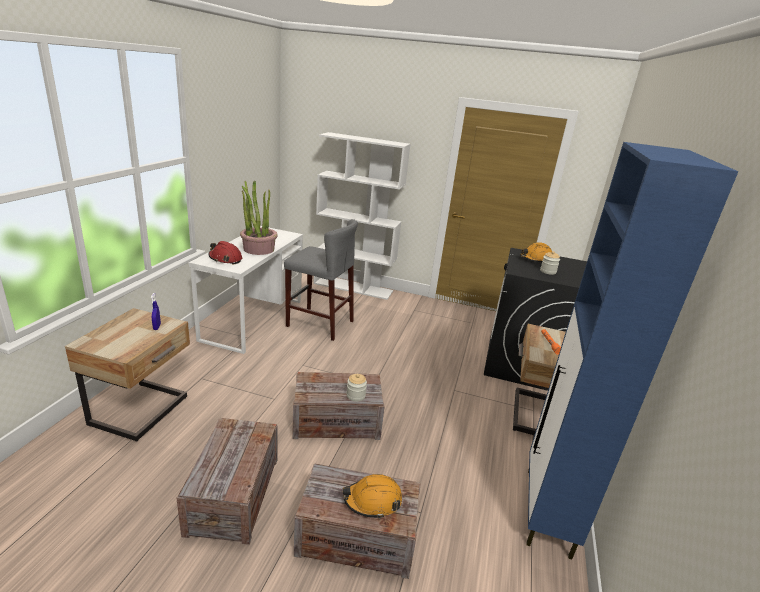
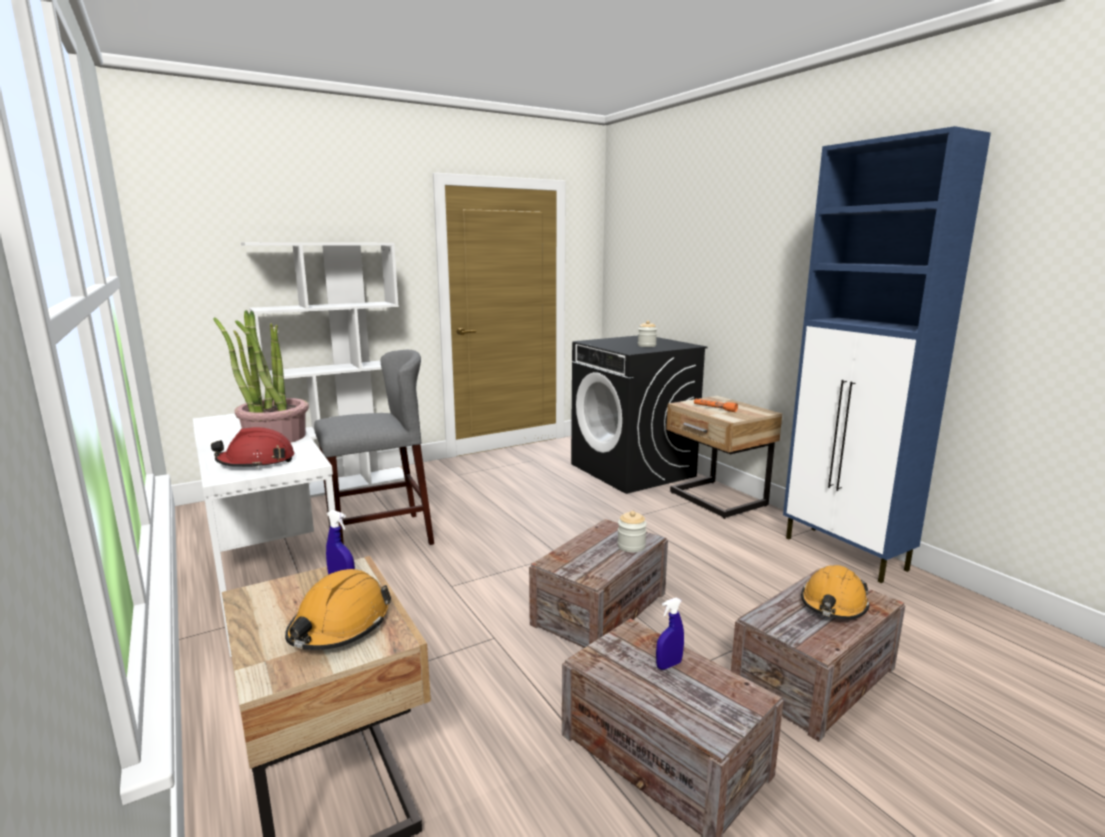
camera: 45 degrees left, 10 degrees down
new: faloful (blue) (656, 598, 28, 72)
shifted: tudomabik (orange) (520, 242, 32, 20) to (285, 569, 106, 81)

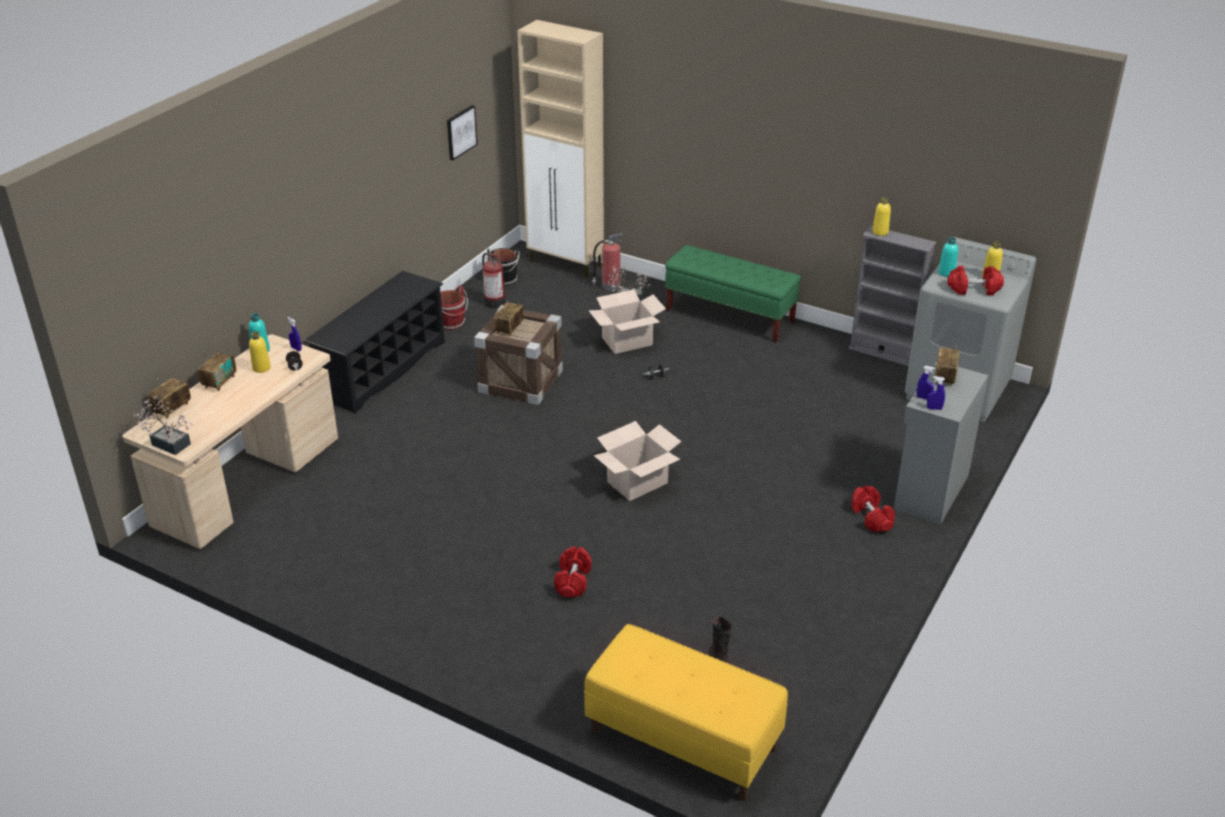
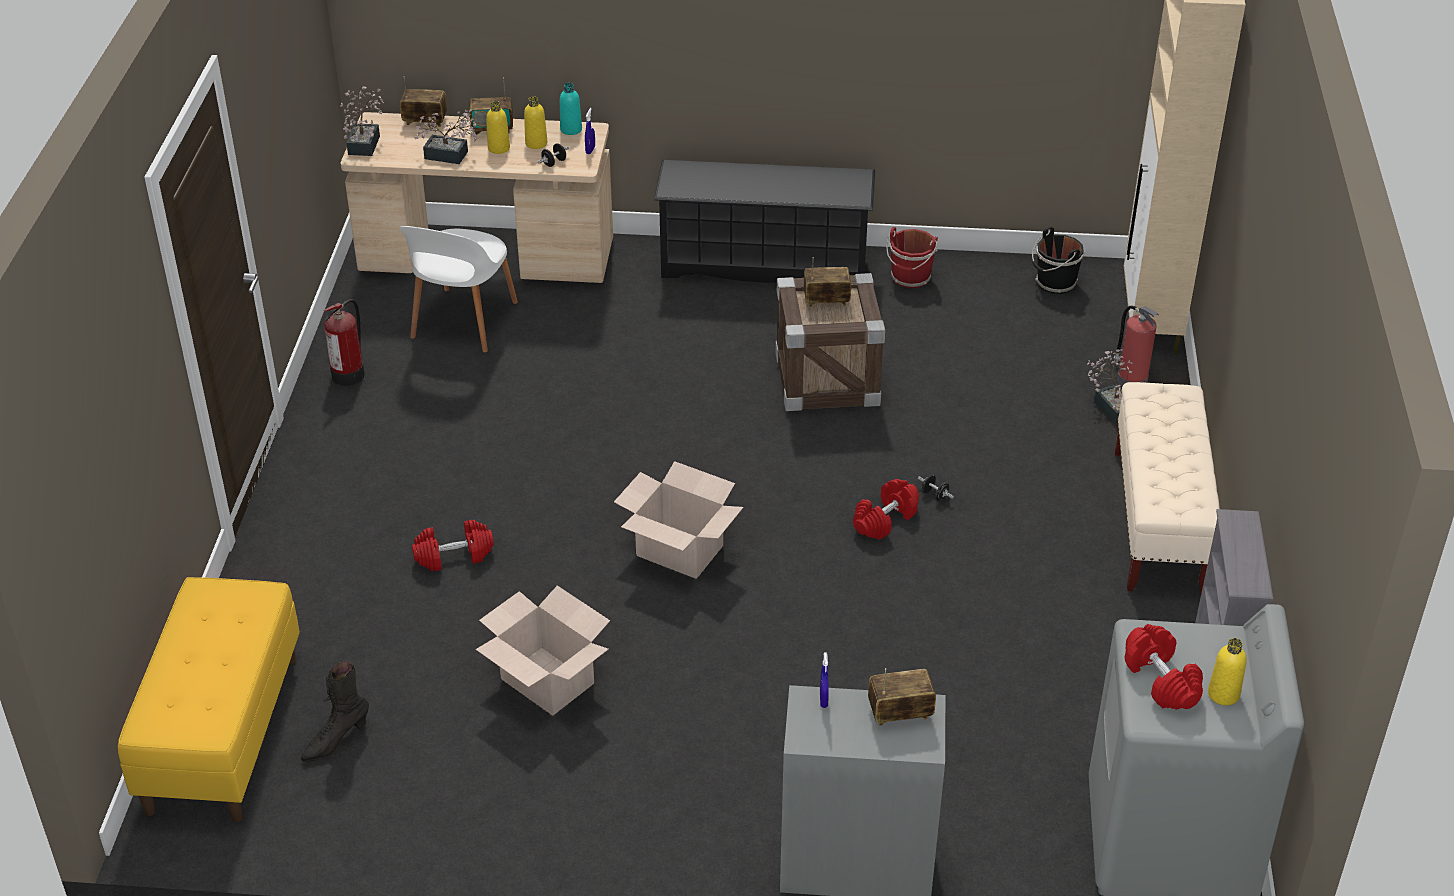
camera: 65 degrees right, 5 degrees up
gone: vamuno (447, 105, 30, 55); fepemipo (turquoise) (938, 237, 20, 40); faloful (blue) (927, 376, 18, 34)
new: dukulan (414, 109, 63, 55); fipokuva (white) (400, 226, 118, 127)
shifted: fepemipo (yellow) (872, 197, 19, 39) to (486, 101, 24, 53); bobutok (482, 253, 23, 56) to (323, 299, 42, 87); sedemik (588, 289, 78, 65) to (476, 585, 134, 131); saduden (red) (851, 486, 44, 46) to (853, 479, 66, 61)
repainted: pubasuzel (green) (665, 245, 136, 98) to pubasuzel (beige) (1115, 382, 105, 211)

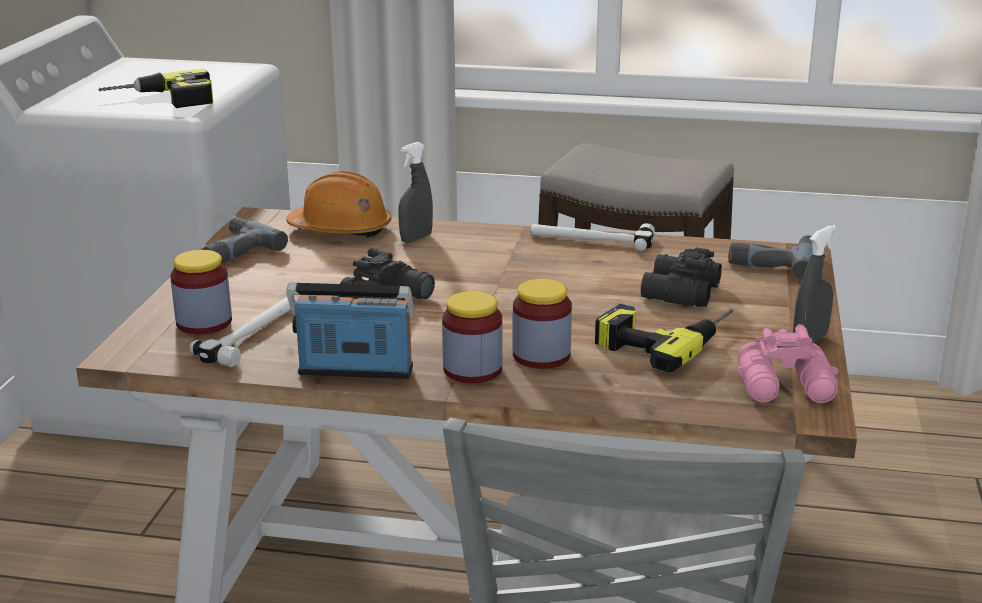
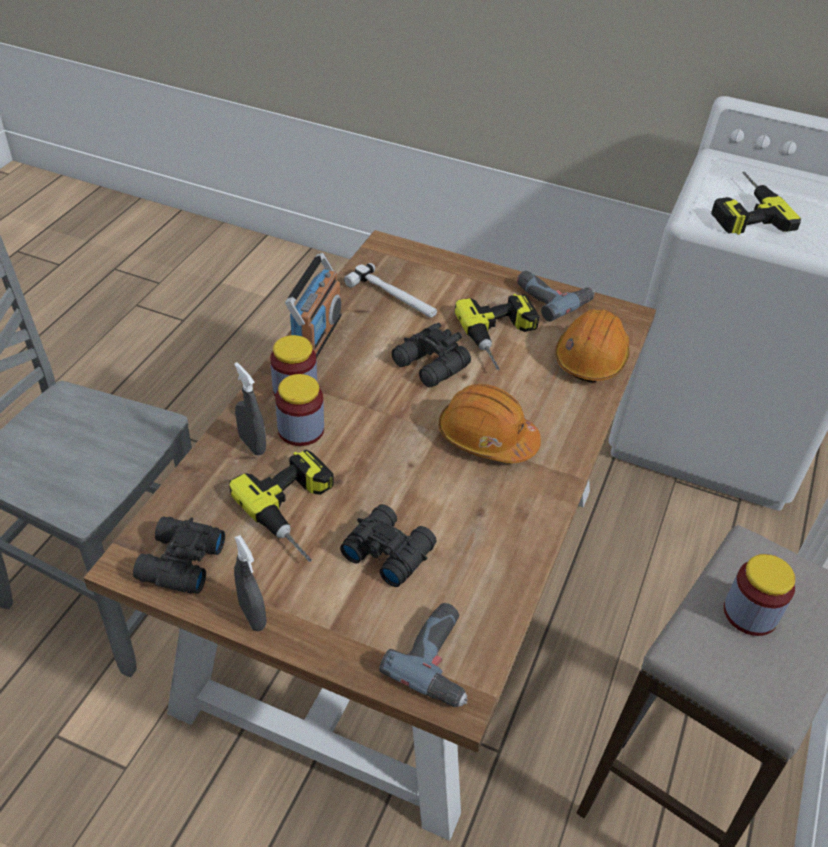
camera: 100 degrees right, 20 degrees up
gone: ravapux (530, 223, 125, 28)
new: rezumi (455, 294, 85, 76); tudomabik (orange) (438, 384, 103, 79)
shifted: faloful (grey) (398, 142, 35, 101) to (234, 362, 32, 94); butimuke (170, 250, 62, 84) to (724, 554, 71, 82)
repainted: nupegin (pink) (738, 324, 100, 79) to nupegin (black) (133, 517, 92, 77)

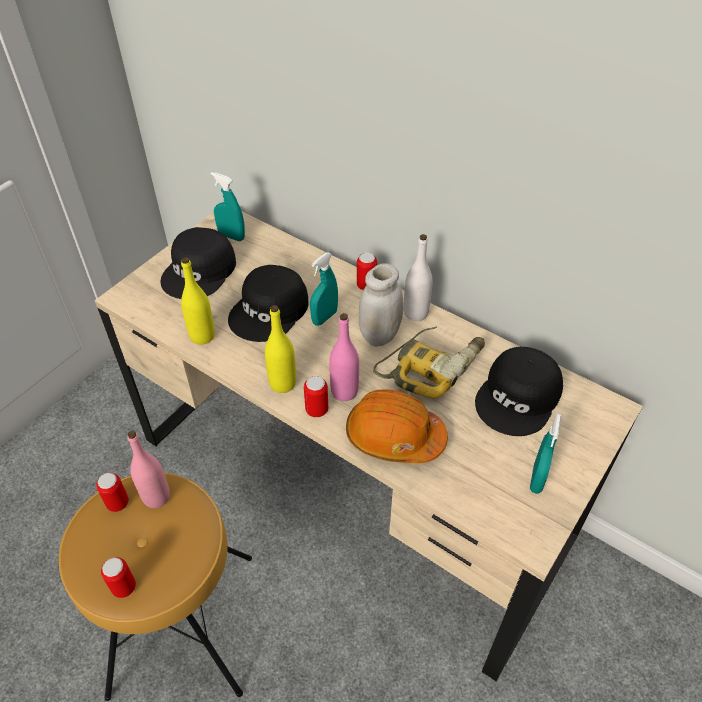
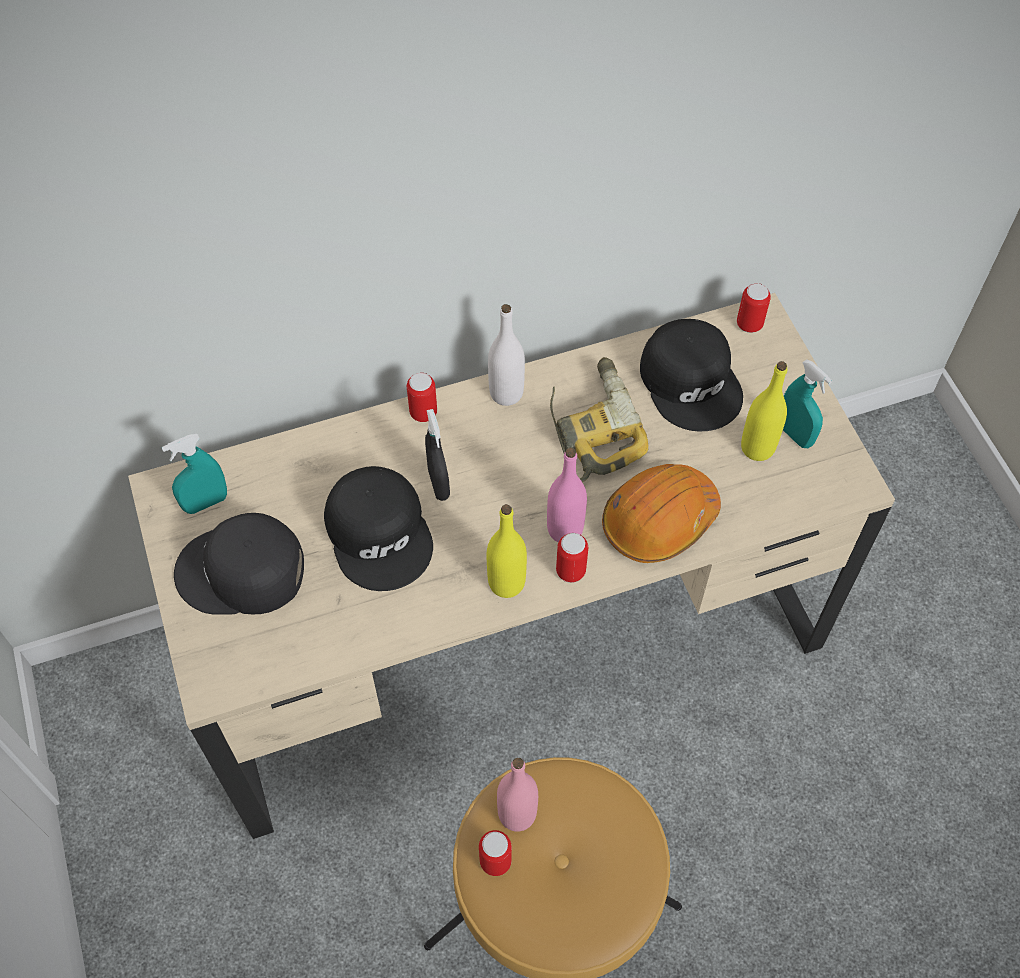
camera: 55 degrees left, 10 degrees up
gone: butimuke (white) (359, 263, 45, 84)
shifted: fepemipo (yellow) (181, 257, 34, 88) to (741, 361, 46, 100); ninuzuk (101, 557, 35, 41) to (737, 283, 34, 50)
repainted: faloful (turquoise) (310, 252, 28, 74) to faloful (black) (425, 409, 25, 92)
rotated: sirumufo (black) (161, 227, 75, 72) = (174, 513, 130, 102) 120 degrees clockwise

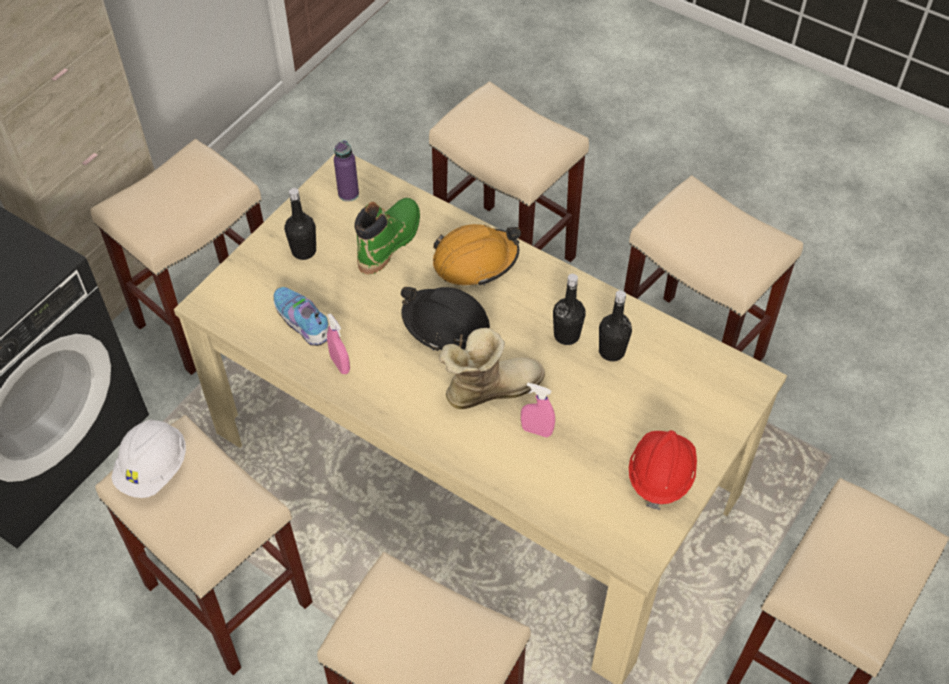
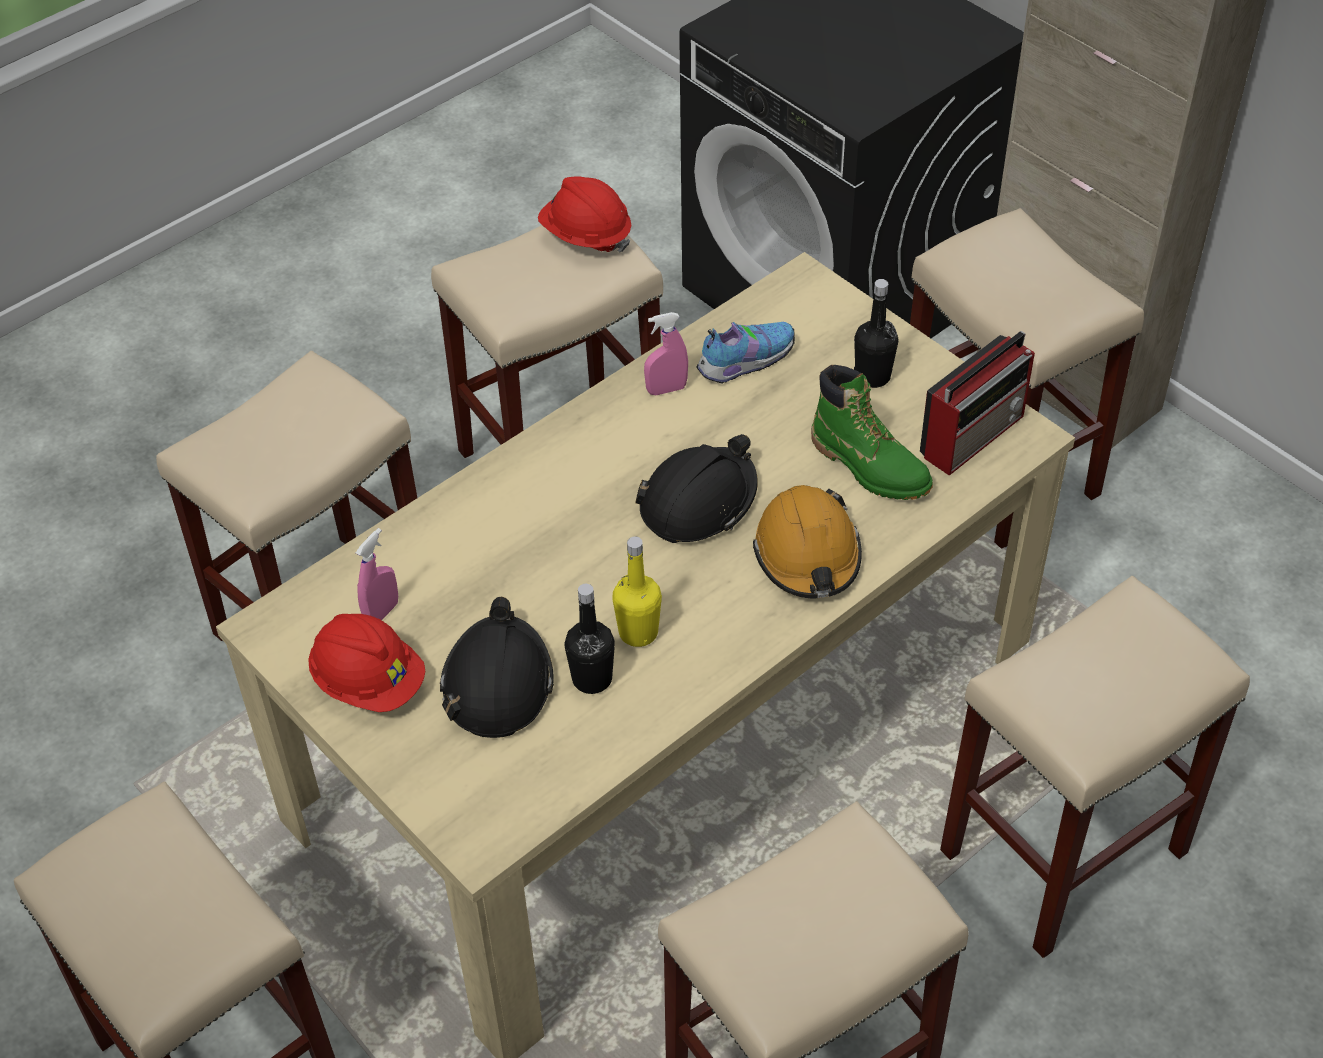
camera: 105 degrees right, 5 degrees down
gone: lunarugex (439, 328, 106, 81)
new: tudomabik (black) (440, 597, 114, 141)
shifted: faloful (pink) (521, 383, 34, 55) to (356, 528, 42, 92)
swapped: fepemipo (purple) (334, 140, 25, 62) to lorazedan (920, 331, 115, 145)
repainted: fepemipo (black) (553, 274, 33, 71) to fepemipo (yellow) (612, 536, 50, 111); tudomabik (white) (111, 419, 75, 79) to tudomabik (red) (538, 177, 93, 76)

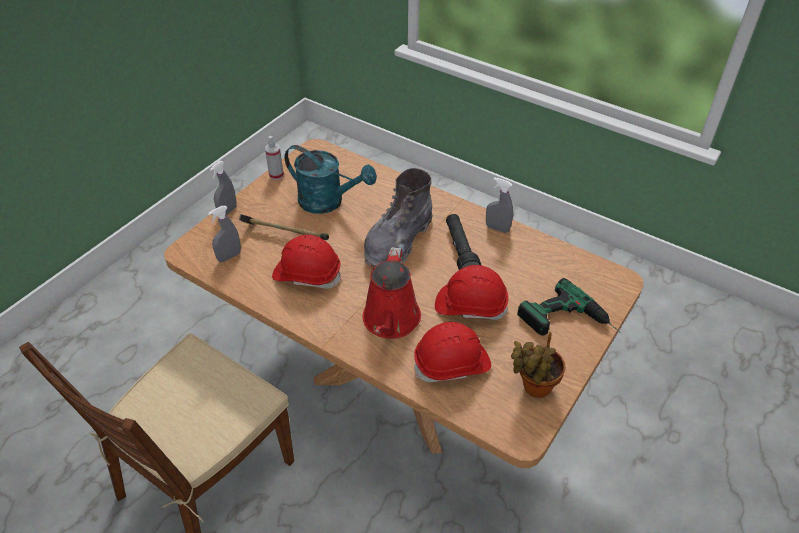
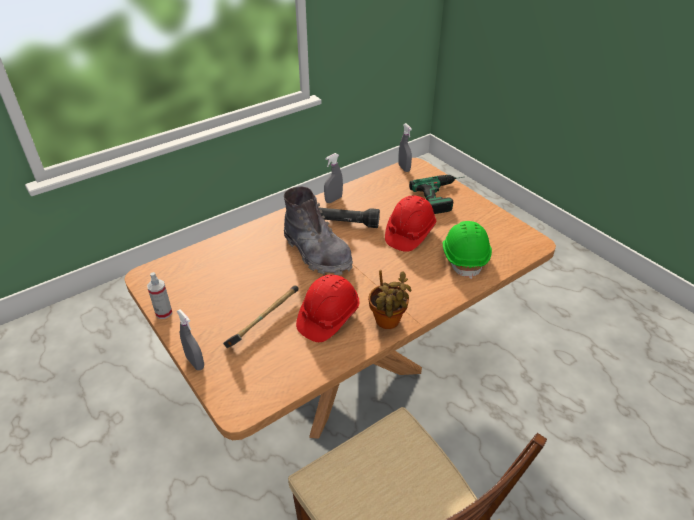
camera: 70 degrees left, 5 degrees down
gone: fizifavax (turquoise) (284, 145, 93, 69); fizifavax (red) (363, 247, 58, 92)
shifted: faloful (grey) (208, 206, 33, 56) to (398, 123, 14, 49); dukulan (511, 332, 54, 66) to (368, 270, 43, 59)
repainted: tudomabik (red) (414, 322, 77, 60) to tudomabik (green) (443, 221, 49, 58)

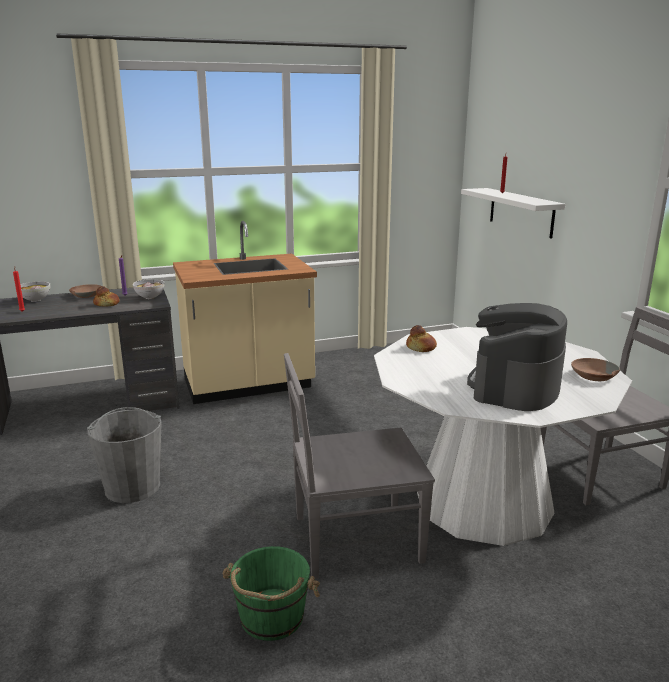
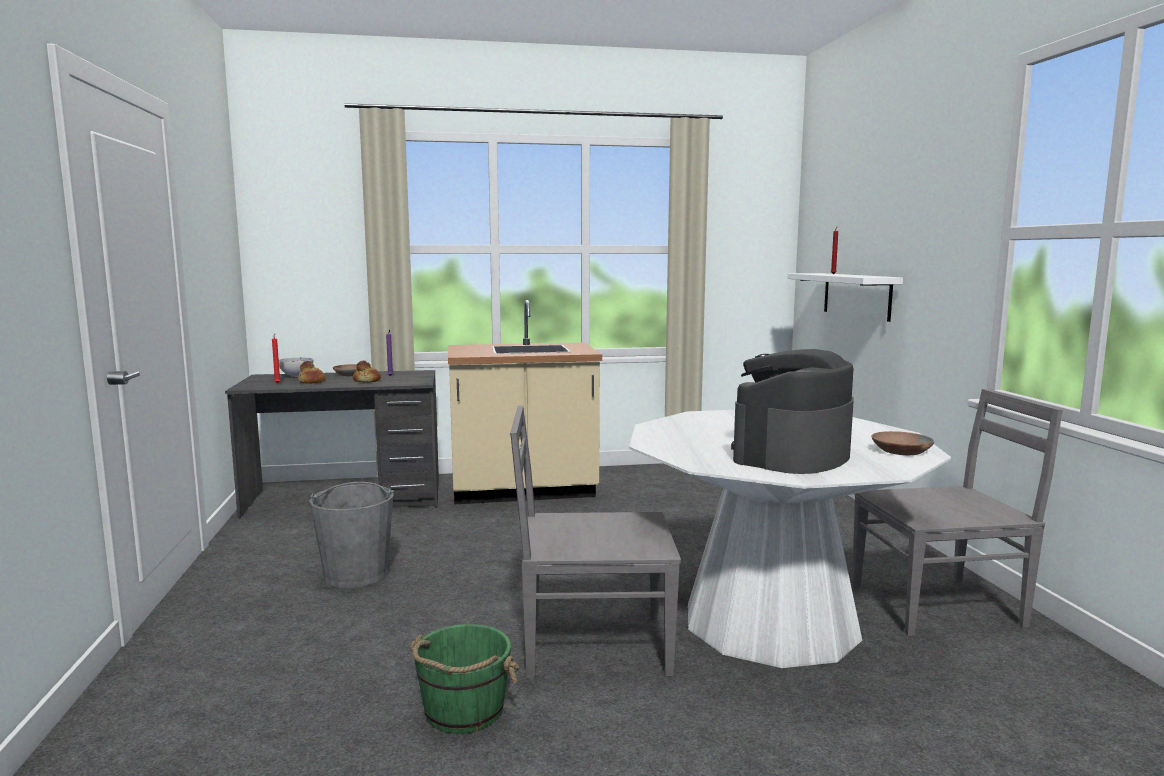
camera: 10 degrees right, 10 degrees down
gone: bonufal (133, 279, 32, 20)
shifted: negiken (406, 325, 31, 27) to (298, 361, 28, 23)

